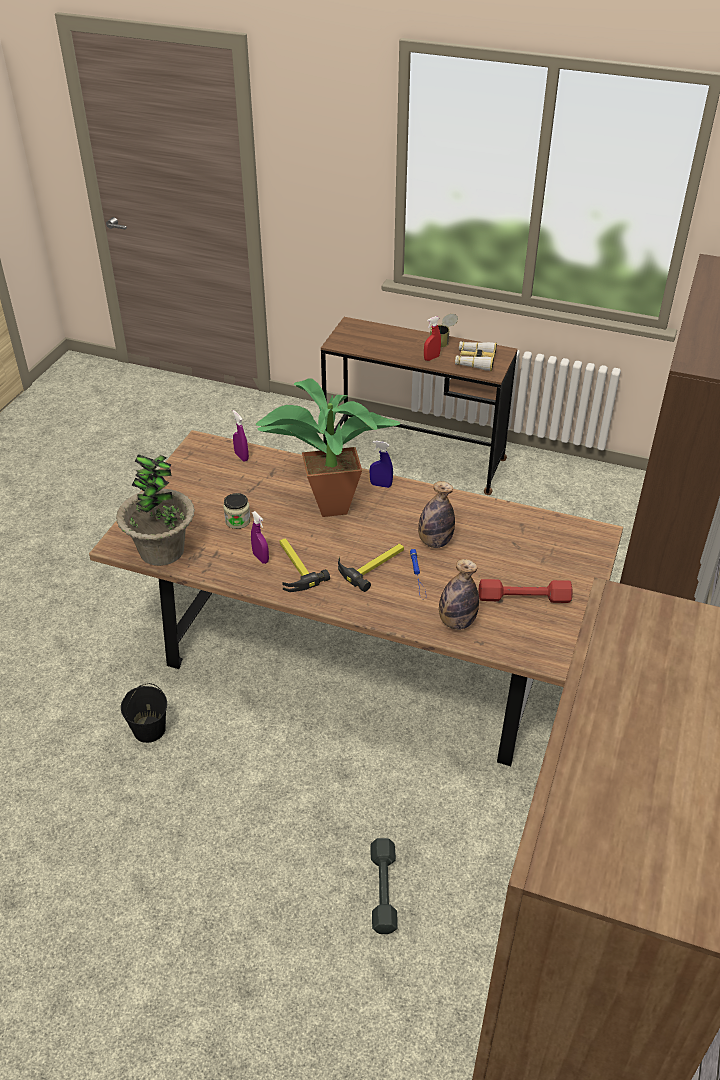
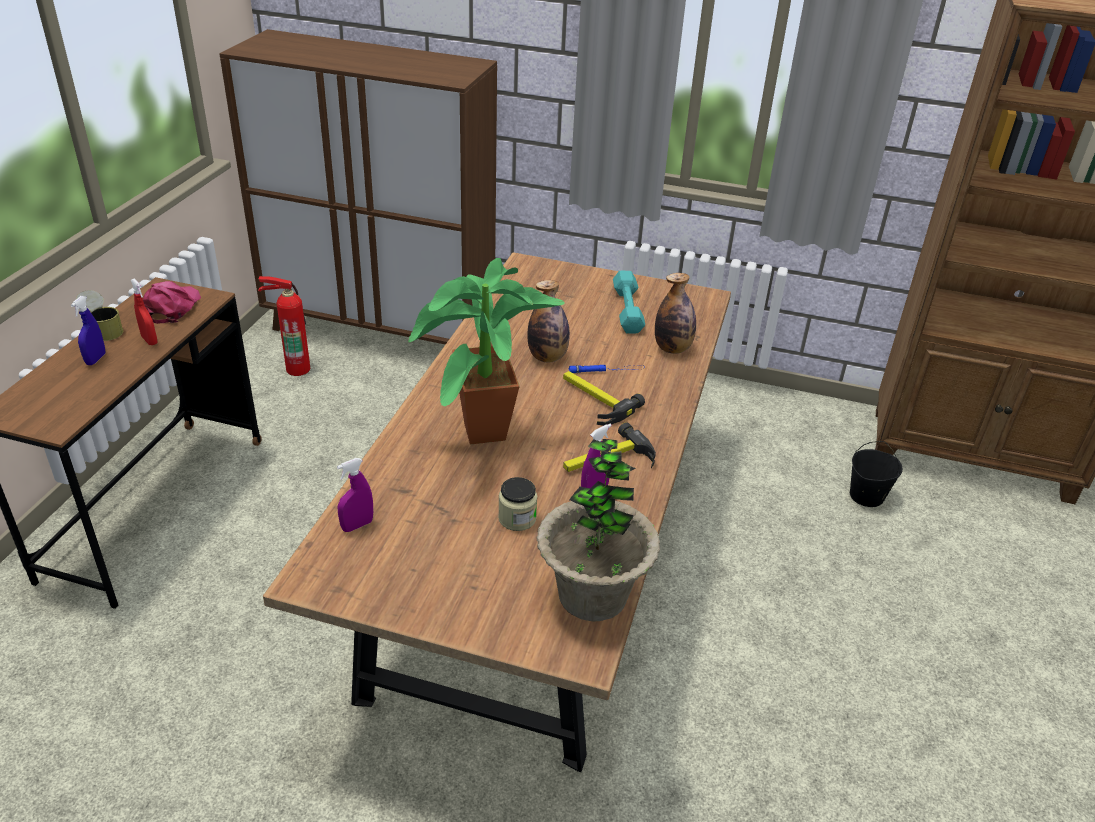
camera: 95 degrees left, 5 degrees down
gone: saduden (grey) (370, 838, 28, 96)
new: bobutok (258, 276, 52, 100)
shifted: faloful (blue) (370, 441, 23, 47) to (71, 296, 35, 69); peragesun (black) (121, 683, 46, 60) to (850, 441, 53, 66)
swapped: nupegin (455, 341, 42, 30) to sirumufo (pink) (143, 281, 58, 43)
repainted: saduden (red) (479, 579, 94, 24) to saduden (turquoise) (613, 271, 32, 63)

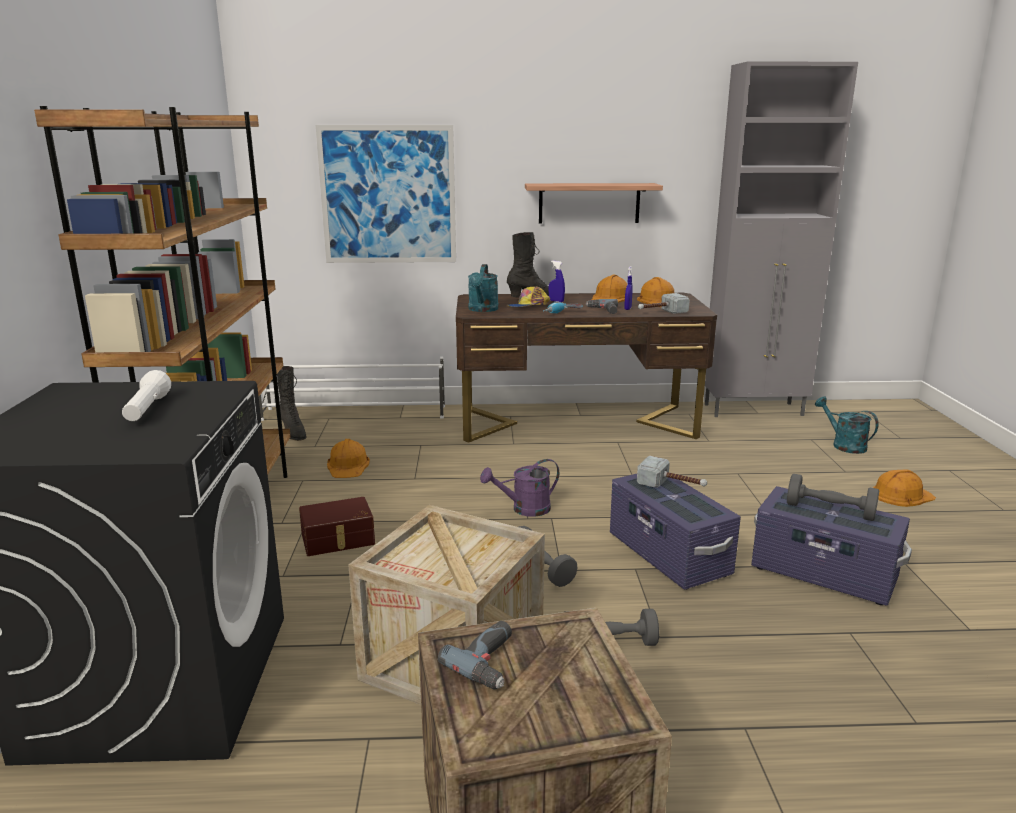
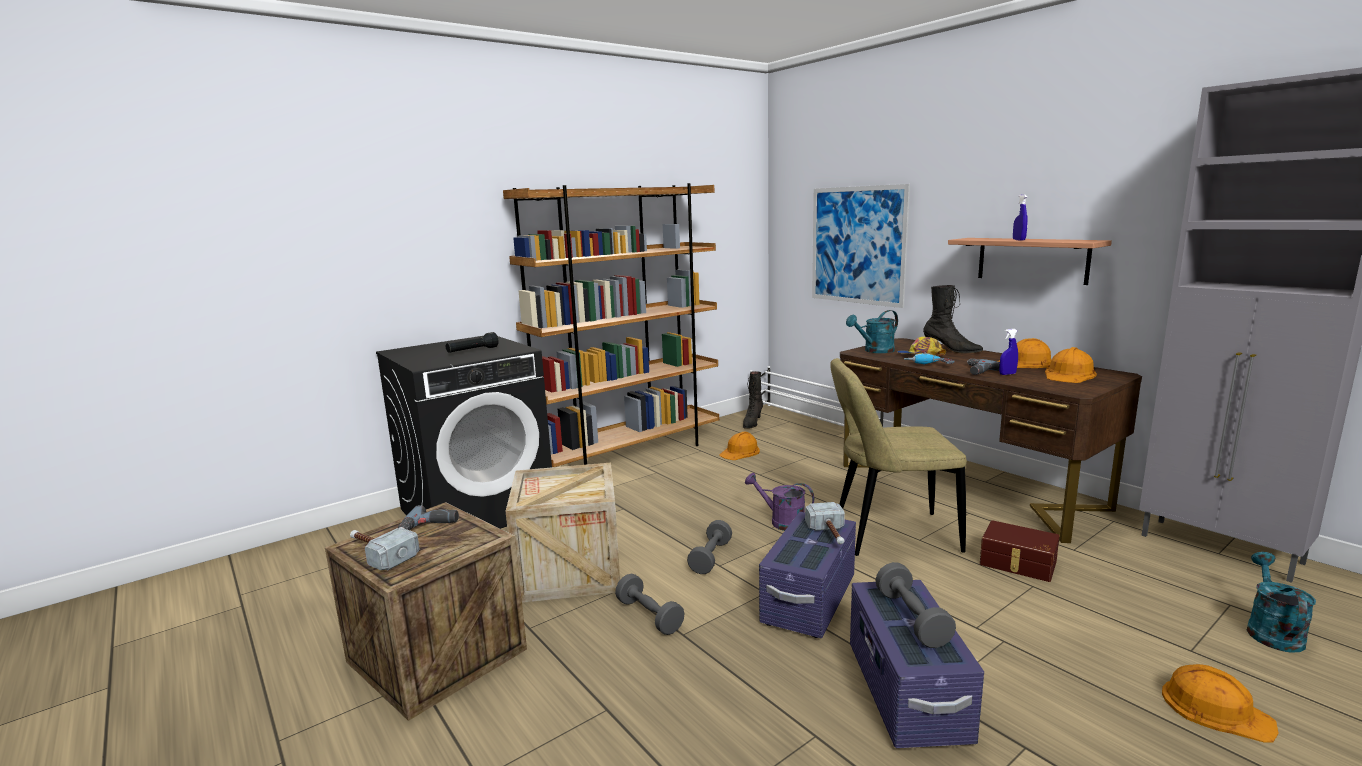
camera: 55 degrees right, 5 degrees down
new: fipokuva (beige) (830, 358, 137, 198)
shifted: faloful (blue) (549, 261, 16, 41) to (1013, 195, 15, 46); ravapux (638, 293, 52, 21) to (350, 528, 70, 42); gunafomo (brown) (299, 497, 76, 59) to (980, 520, 80, 62)
repainted: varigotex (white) (122, 370, 49, 51) to varigotex (black) (446, 332, 53, 21)

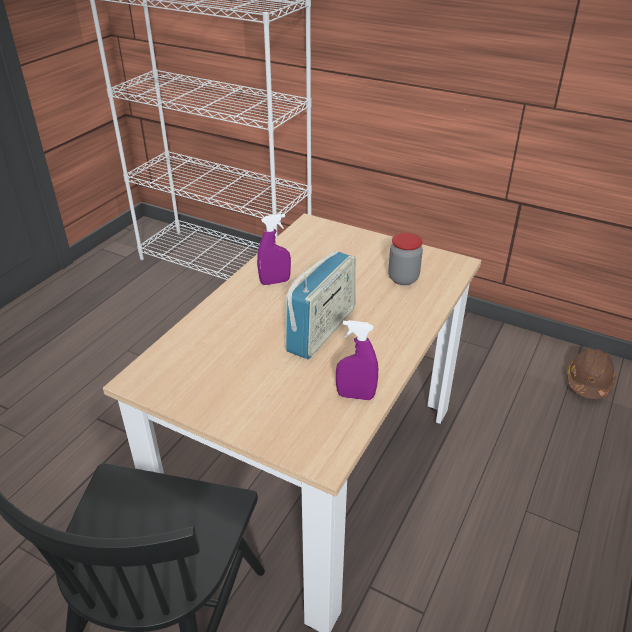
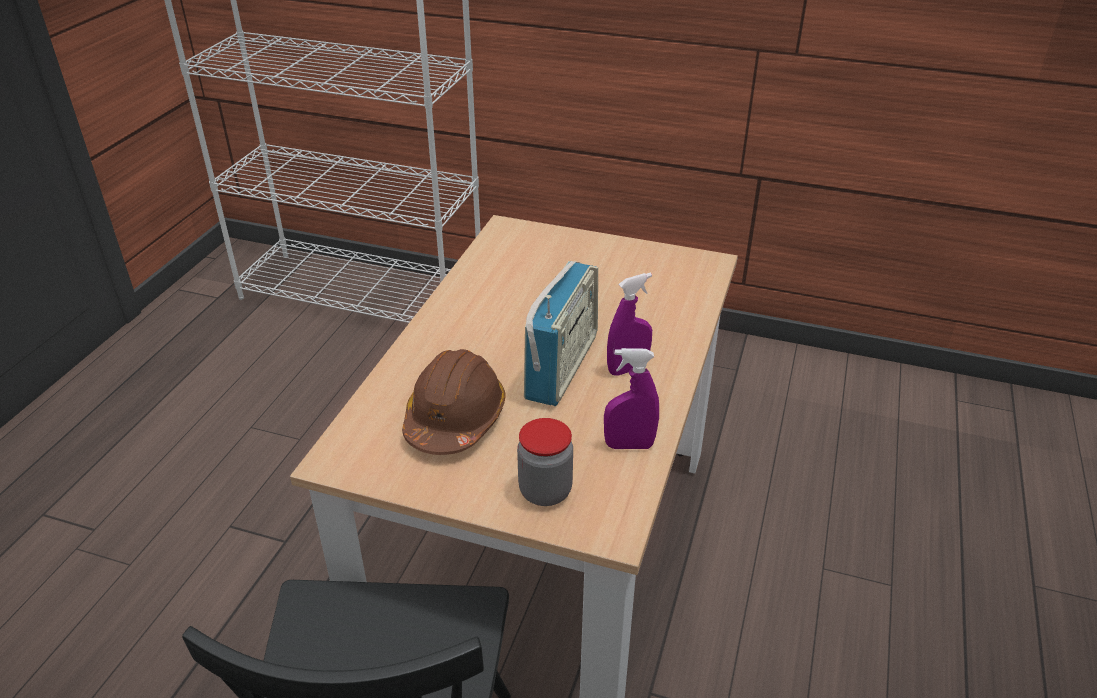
camera: 10 degrees left, 0 degrees up
shifted: faloful (purple) (257, 214, 34, 71) to (607, 273, 45, 103); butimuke (388, 233, 35, 52) to (517, 418, 56, 88); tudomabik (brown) (567, 349, 49, 50) to (402, 349, 103, 106)

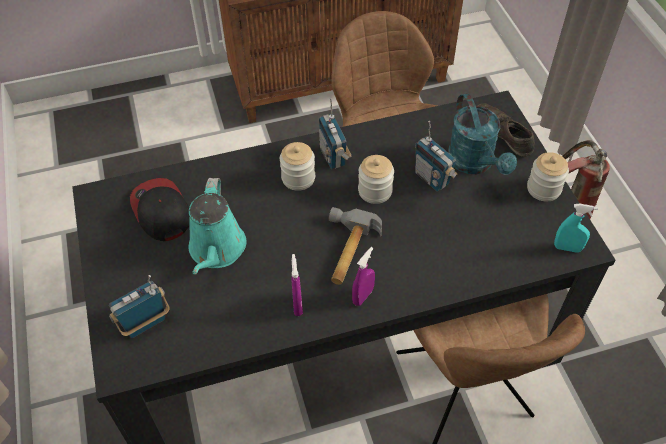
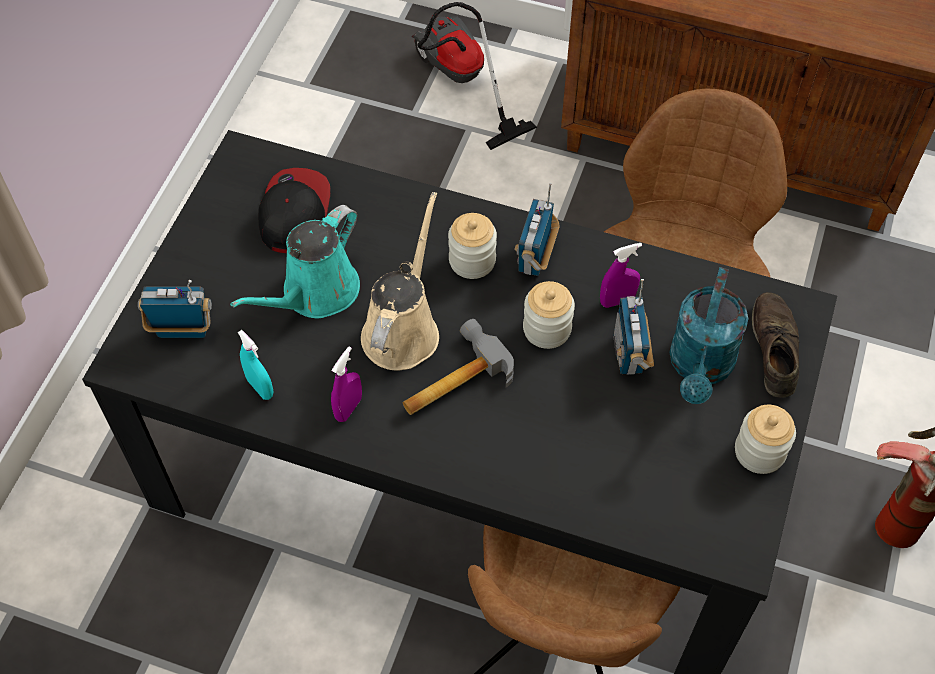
camera: 35 degrees right, 5 degrees up
new: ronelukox (412, 2, 125, 148); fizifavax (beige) (361, 192, 78, 178)
shifted: faloful (turquoise) (554, 204, 44, 49) to (237, 330, 36, 70); faloful (purple) (352, 247, 23, 59) to (600, 243, 42, 65)

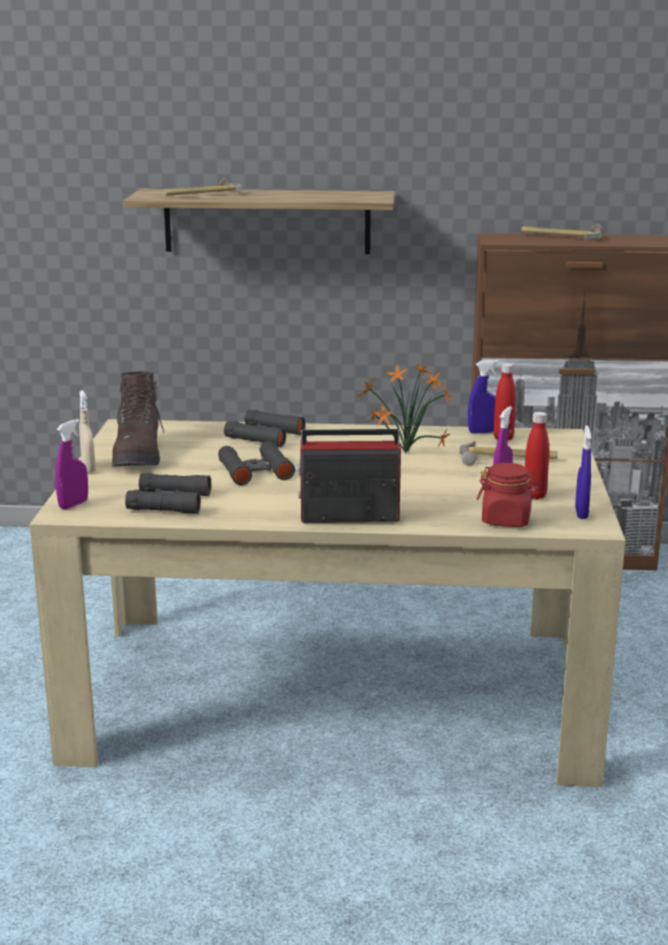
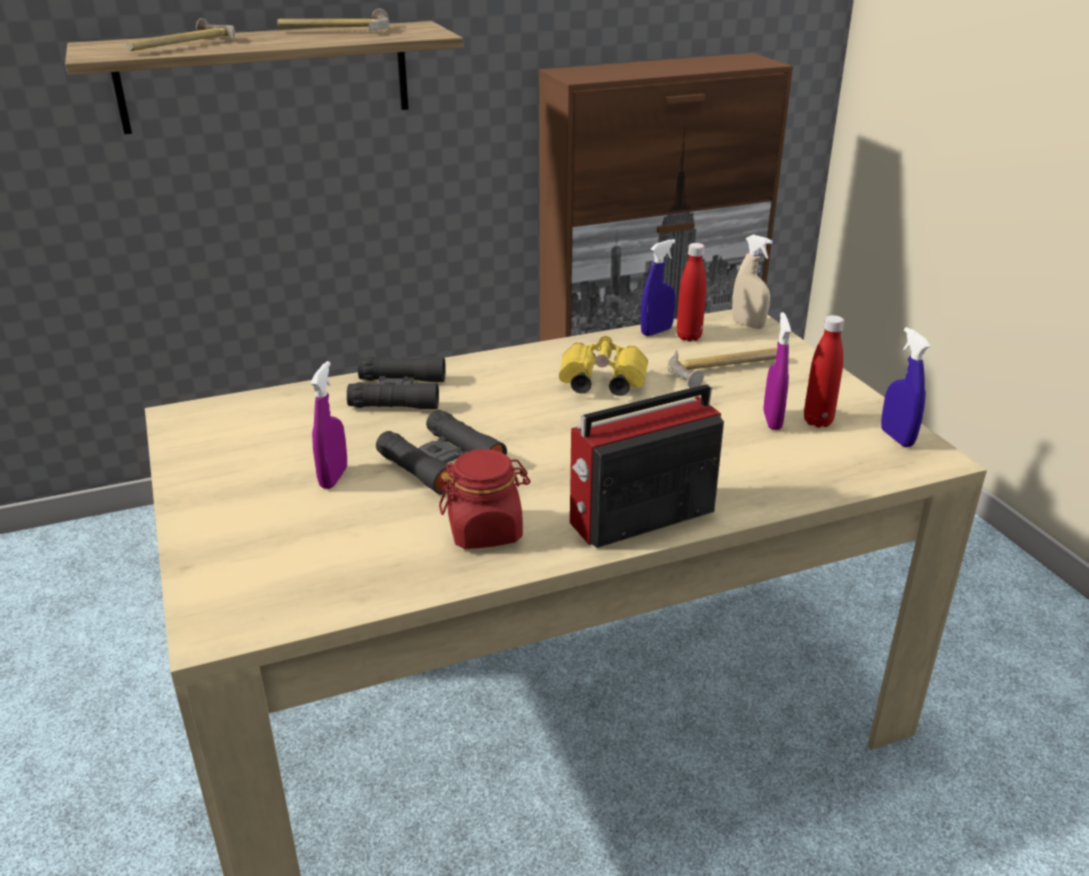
camera: 25 degrees left, 10 degrees up
gone: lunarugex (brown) (112, 371, 53, 96); nupegin (black) (125, 473, 86, 41)
shifted: ravapux (521, 224, 82, 16) to (277, 9, 113, 22); faloful (beige) (79, 390, 17, 83) to (732, 235, 41, 94); faloful (purple) (55, 419, 33, 90) to (310, 361, 37, 128); butimuke (red) (477, 463, 63, 64) to (439, 449, 91, 100)
swapped: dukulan (358, 361, 95, 92) to nupegin (yellow) (559, 336, 89, 60)

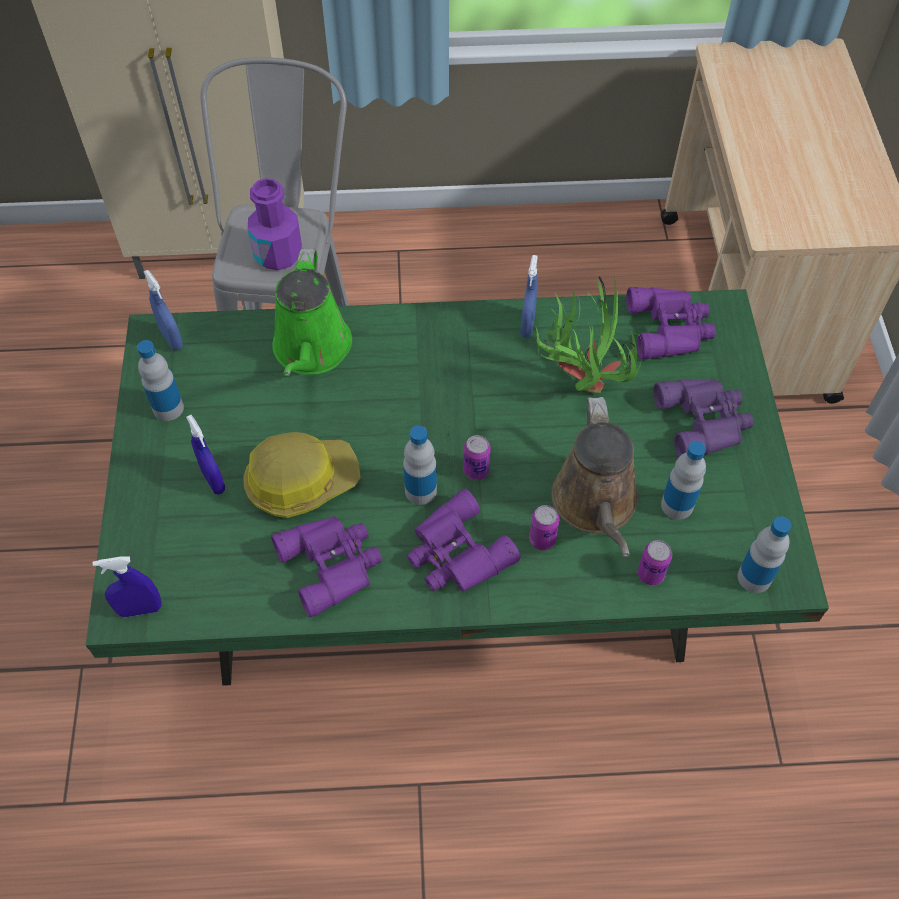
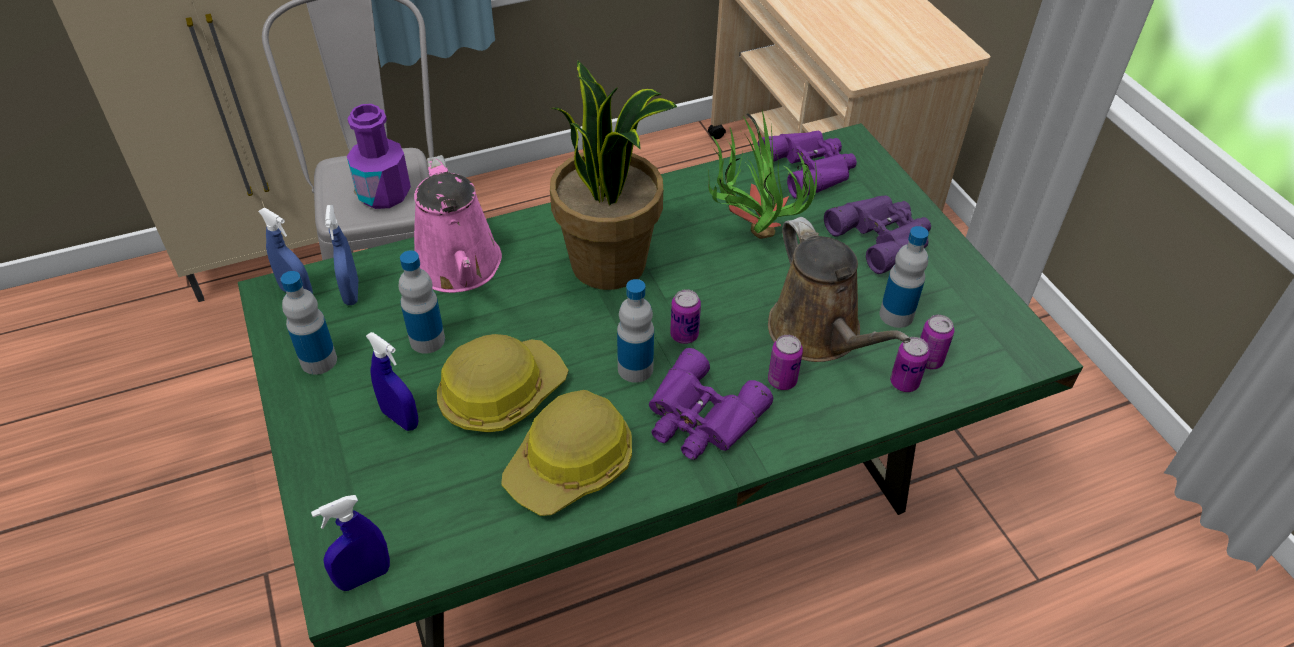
camera: 20 degrees left, 10 degrees down
new: dukulan (550, 61, 127, 229); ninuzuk (920, 315, 34, 54)
shifted: faloful (blue) (520, 255, 18, 83) to (325, 205, 33, 100); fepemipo (738, 517, 53, 76) to (399, 251, 46, 103)
swapped: nupegin (purple) (271, 516, 111, 101) to tudomabik (501, 390, 131, 126)
repainted: fizifavax (green) (272, 249, 80, 127) to fizifavax (pink) (414, 155, 88, 138)

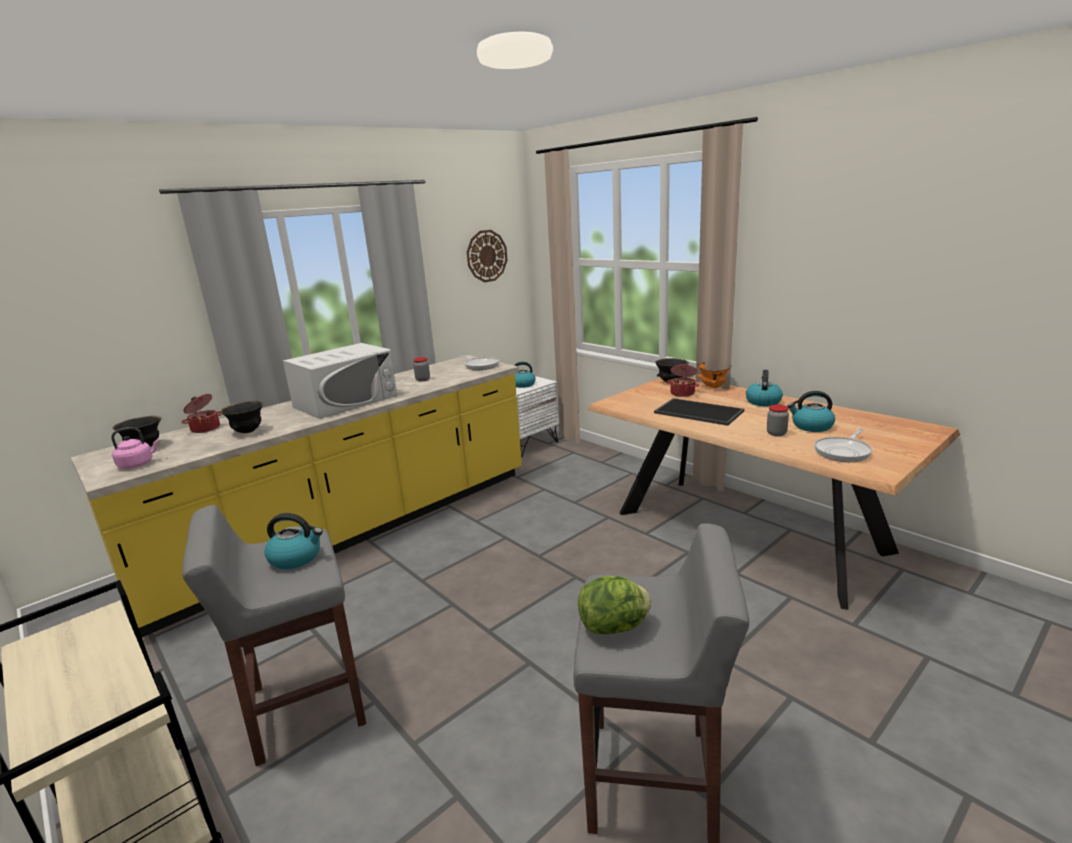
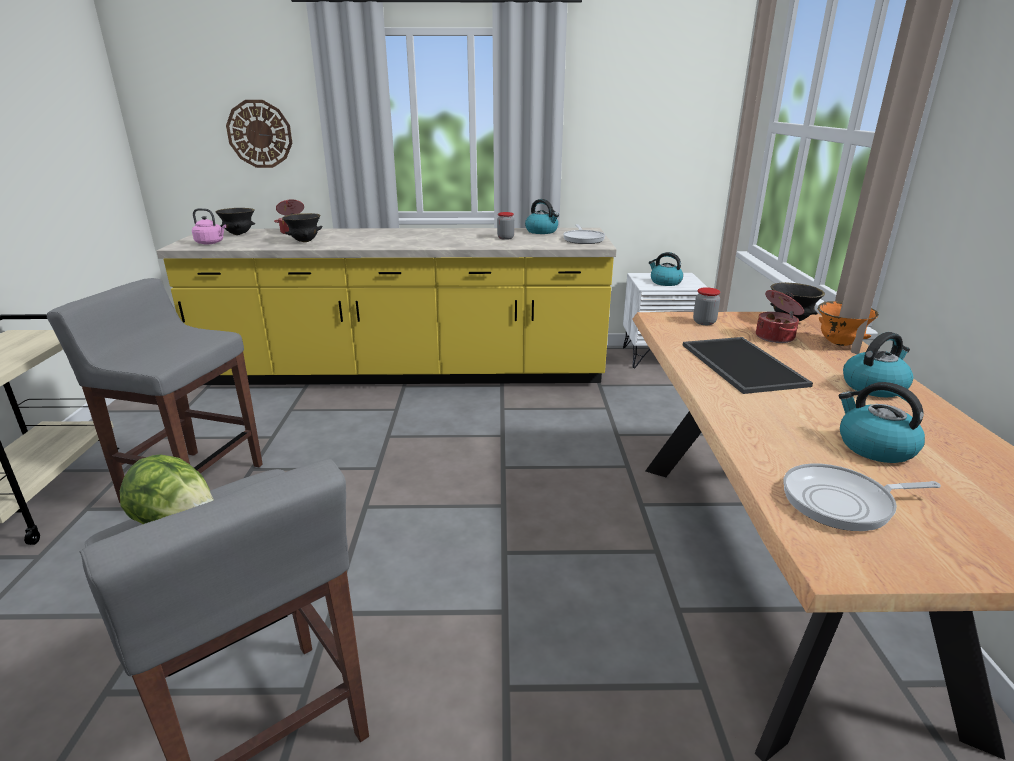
camera: 40 degrees right, 5 degrees up
gone: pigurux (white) (283, 343, 114, 76)
shifted: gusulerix (467, 230, 40, 52) to (226, 100, 66, 68); butimuke (767, 405, 22, 31) to (693, 287, 27, 38); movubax (264, 513, 59, 56) to (525, 199, 34, 35)

